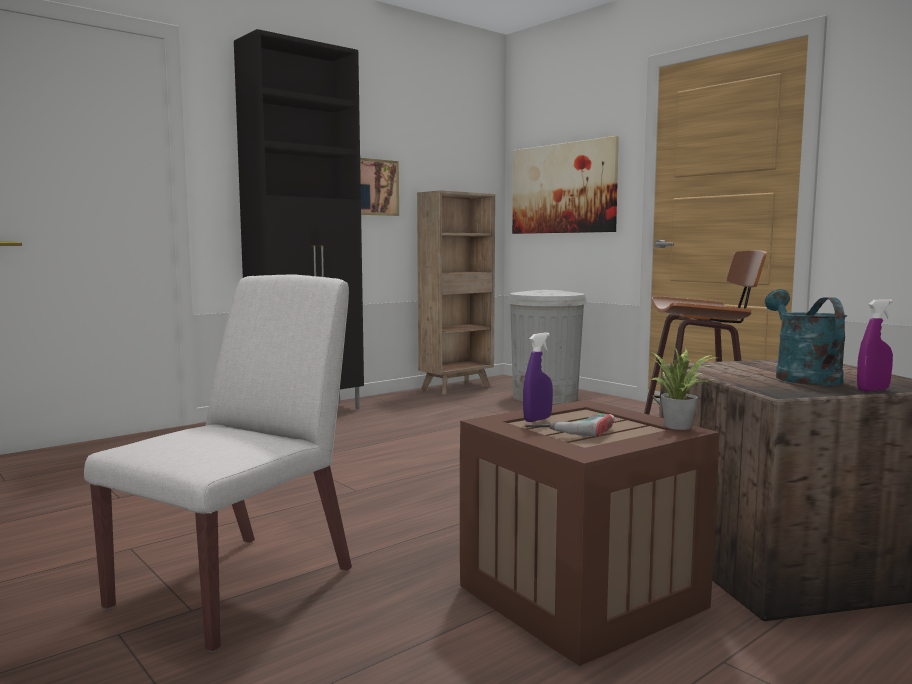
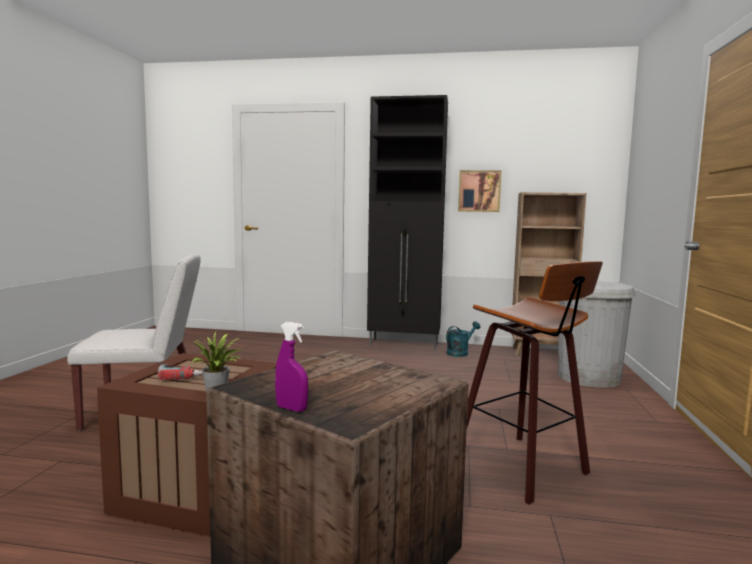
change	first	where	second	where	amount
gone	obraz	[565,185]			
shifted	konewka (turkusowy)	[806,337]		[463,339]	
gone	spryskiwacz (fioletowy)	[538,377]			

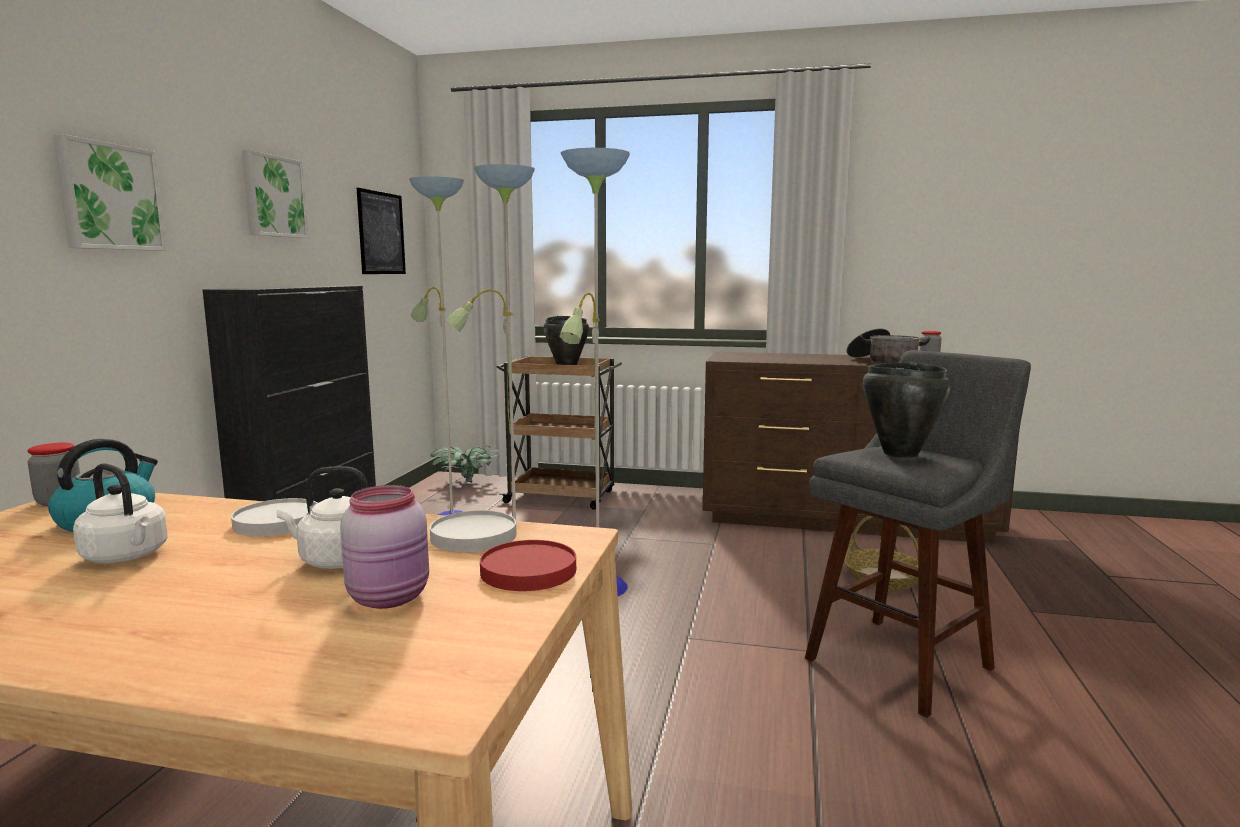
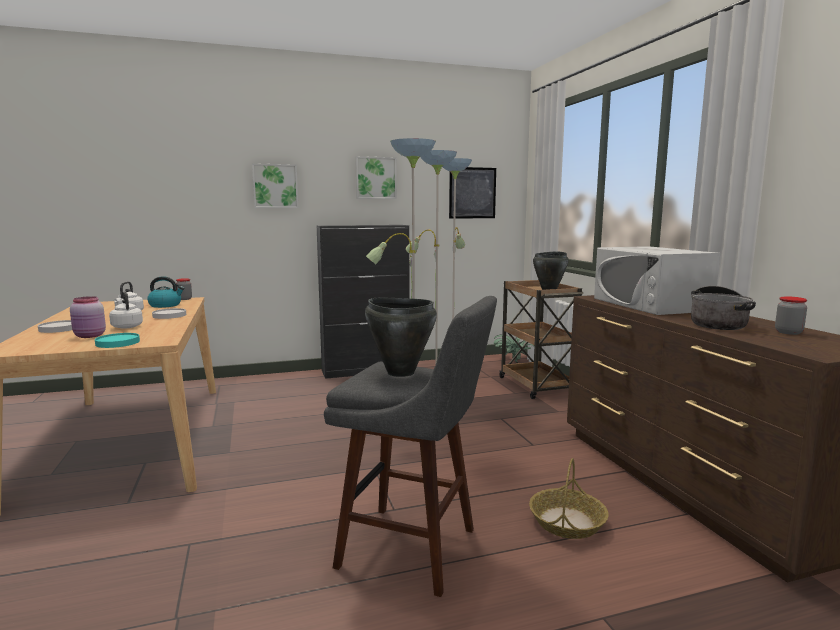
change	first	where	second	where	amount
shifted	talerz (biały)	[473,531]		[55,326]	
repainted	talerz (czerwony)	[528,565]	talerz (turkusowy)	[117,340]	
new			mikrofalówka (biały)	[657,280]	

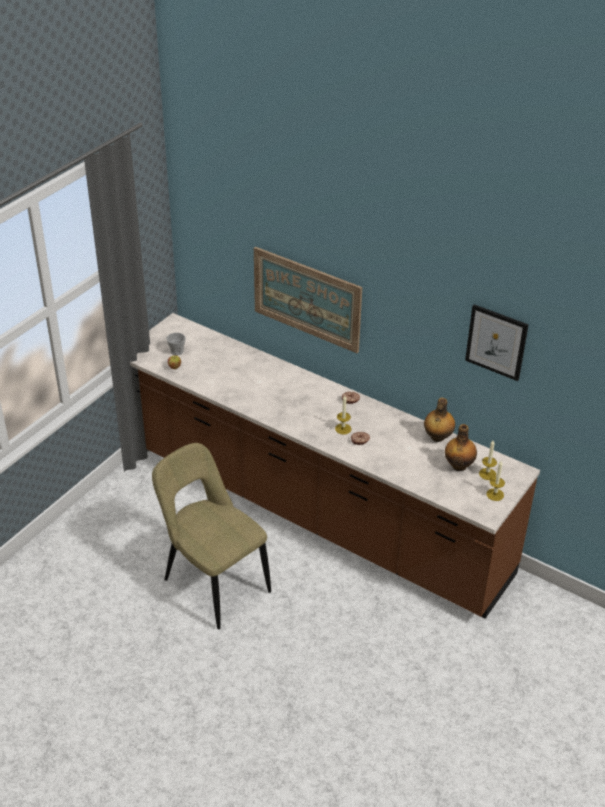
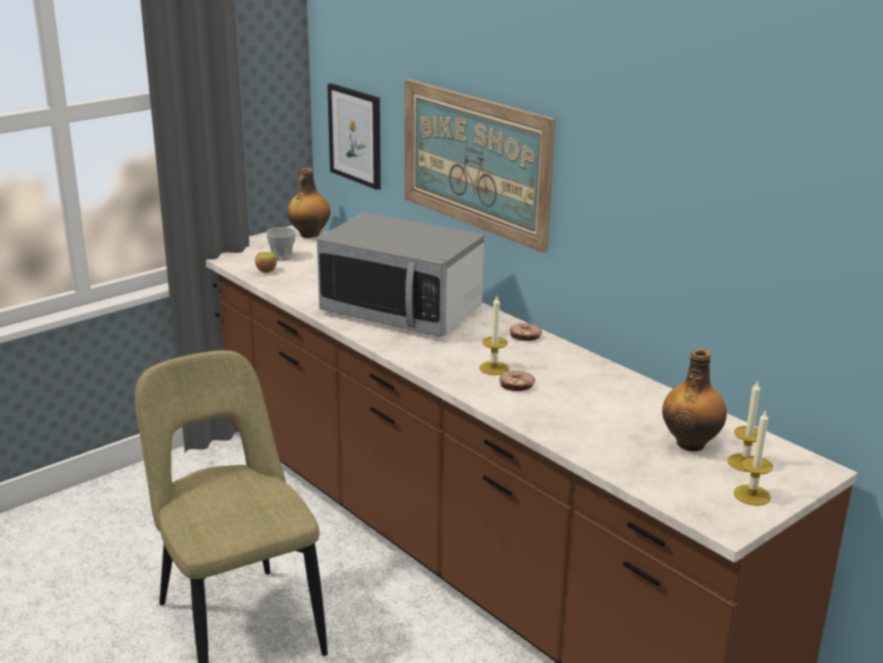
change	first	where	second	where	amount
shifted	obraz	[497,342]		[354,136]	
shifted	butelka	[439,420]		[308,203]	
new			mikrofalówka	[400,274]	

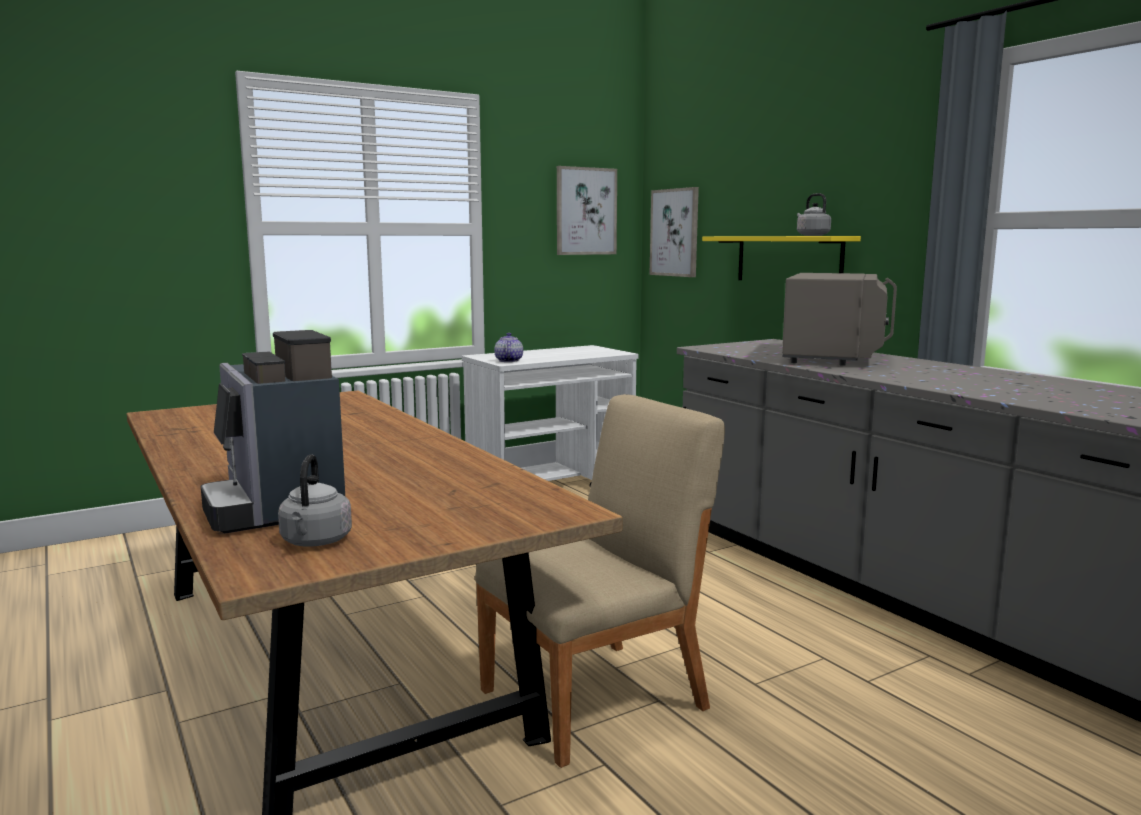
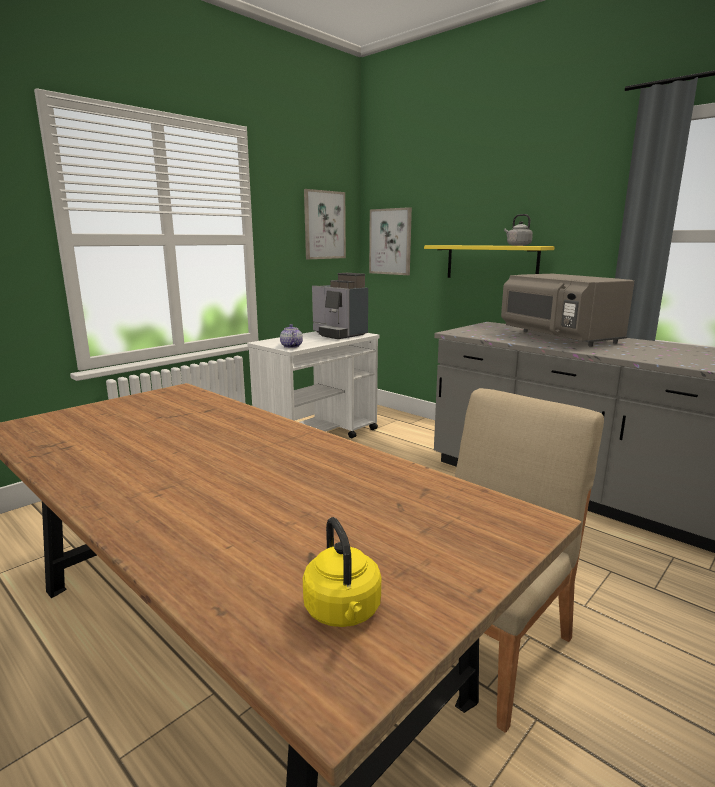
change	first	where	second	where	amount
rotated	mikrofalówka (szary)	[839,319]		[567,310]	150 degrees clockwise
shifted	ekspres do kawy	[273,431]		[340,306]	
repainted	czajnik (szary)	[315,500]	czajnik (żółty)	[342,572]	

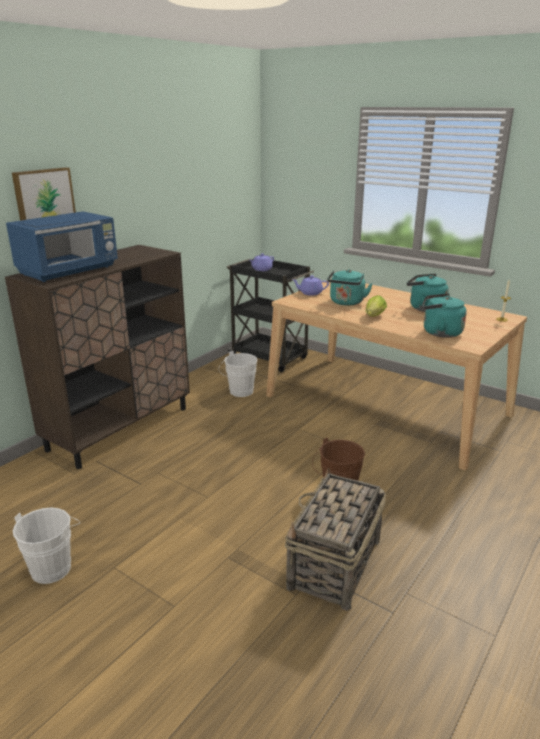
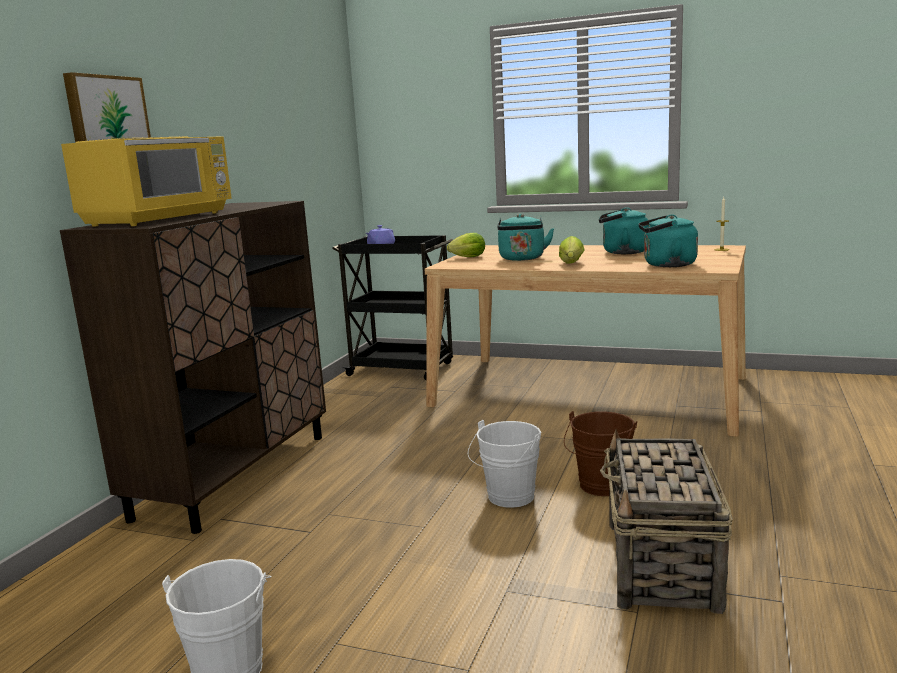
change	first	where	second	where	amount
repainted	mikrofalówka (niebieski)	[62,246]	mikrofalówka (żółty)	[146,181]	
swapped	imbryk (fioletowy)	[310,285]	sałata	[466,245]	
shifted	wiadro (biały)	[238,374]		[504,464]	

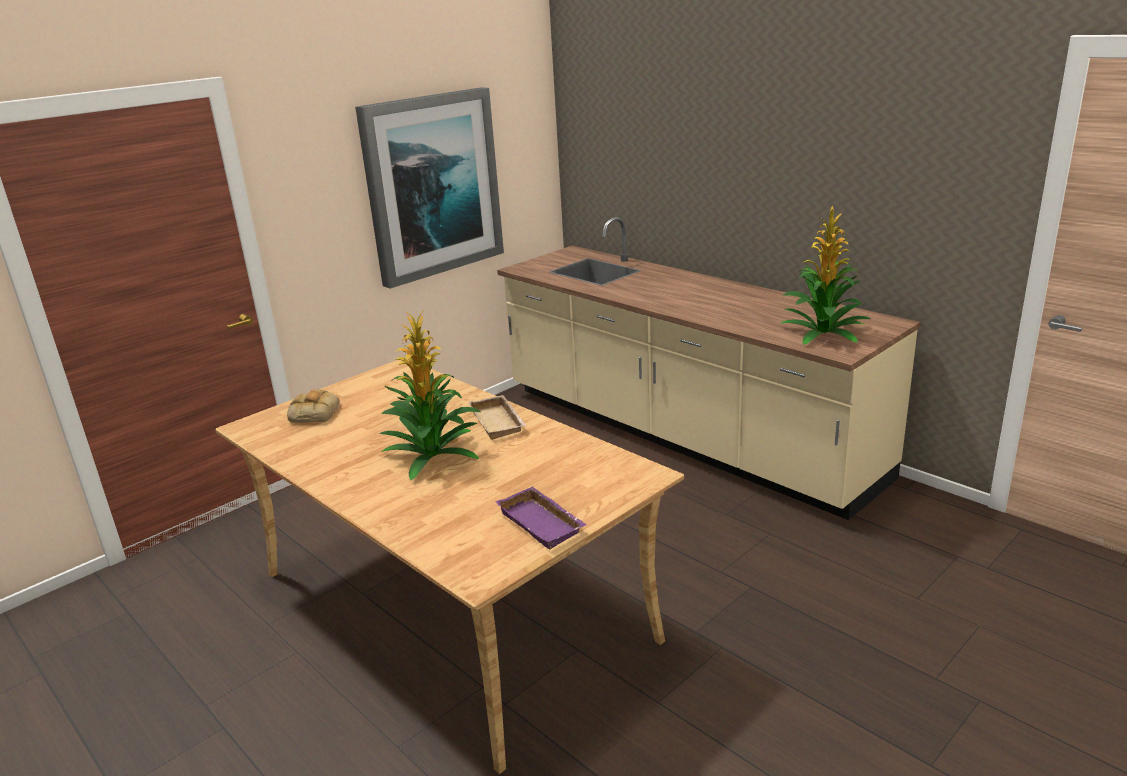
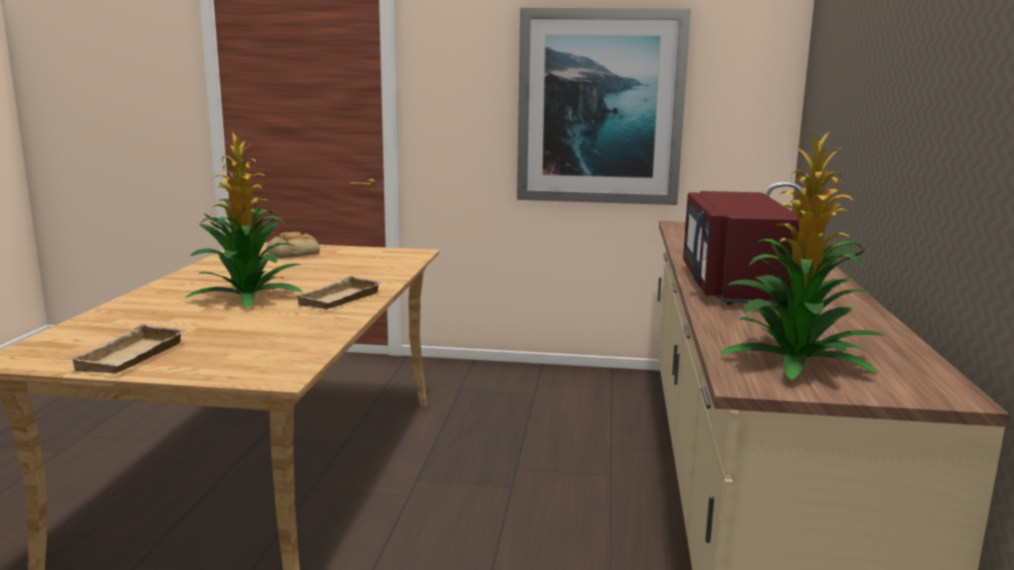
change	first	where	second	where	amount
repainted	taca (fioletowy)	[541,517]	taca (beżowy)	[127,348]	
new			mikrofalówka (czerwony)	[741,248]	

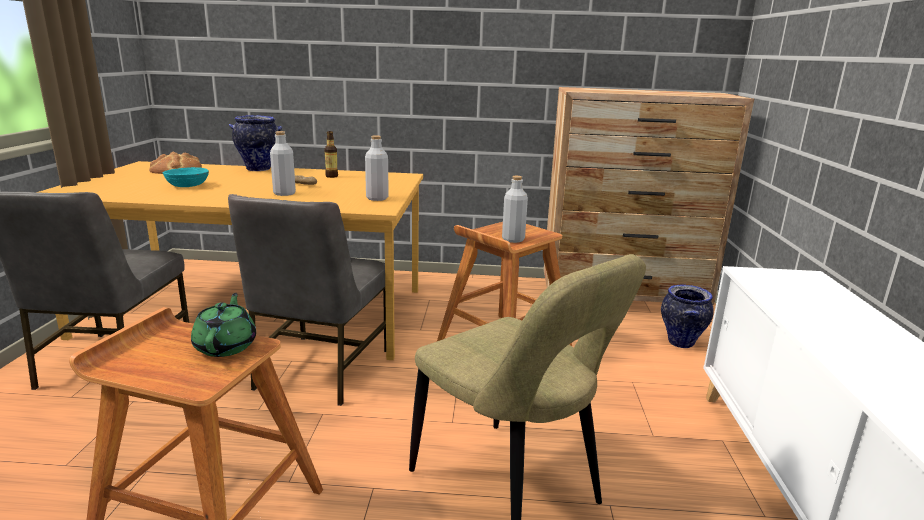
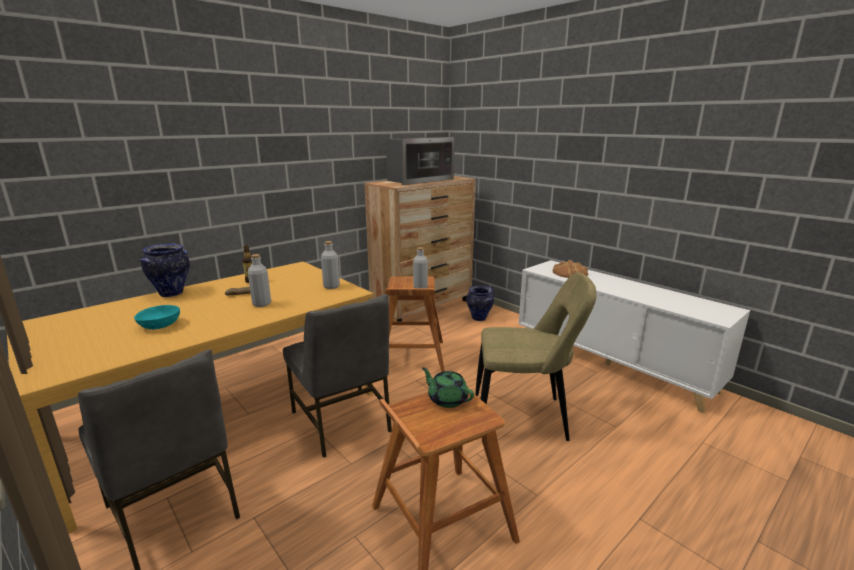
change	first	where	second	where	amount
shifted	chleb	[175,163]		[570,269]	
new			mikrofalówka	[420,161]	

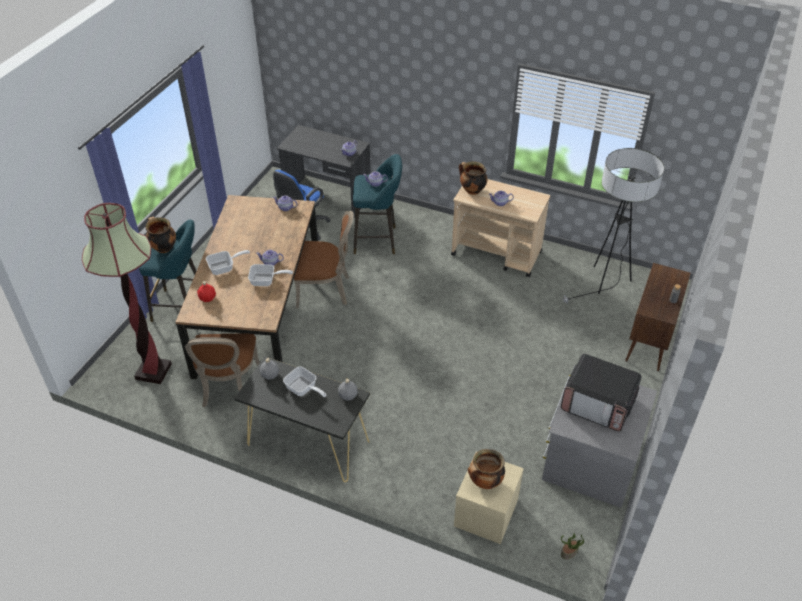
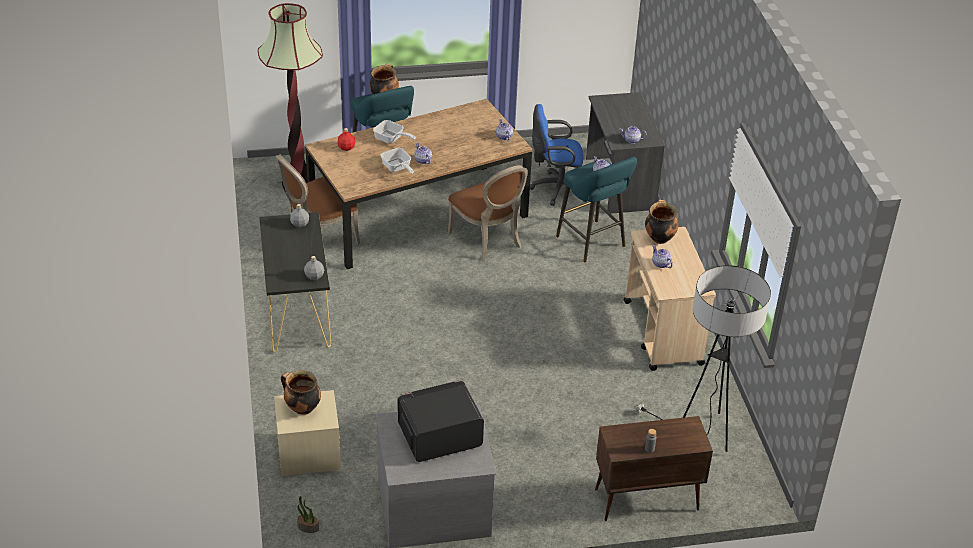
change	first	where	second	where	amount
rotated	mikrofalówka	[601,392]		[440,421]	75 degrees clockwise
gone	patelnia	[304,382]			

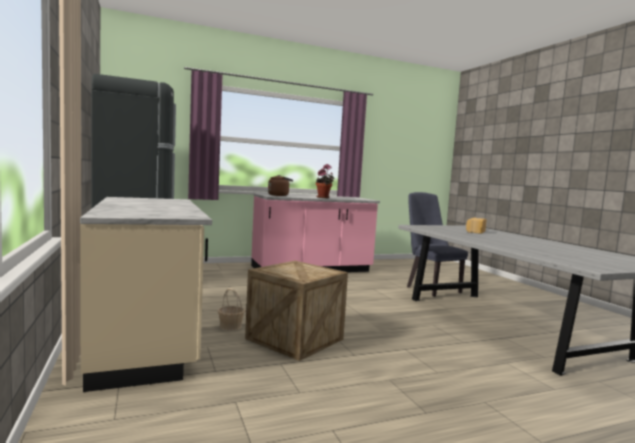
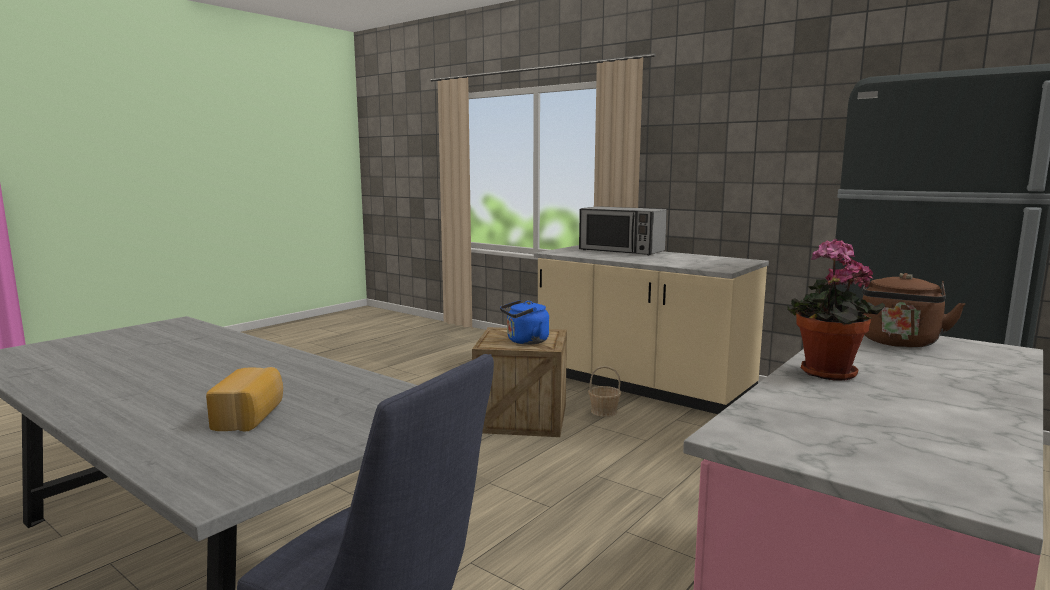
change	first	where	second	where	amount
new			mikrofalówka	[623,230]	
new			czajnik (niebieski)	[524,322]	

